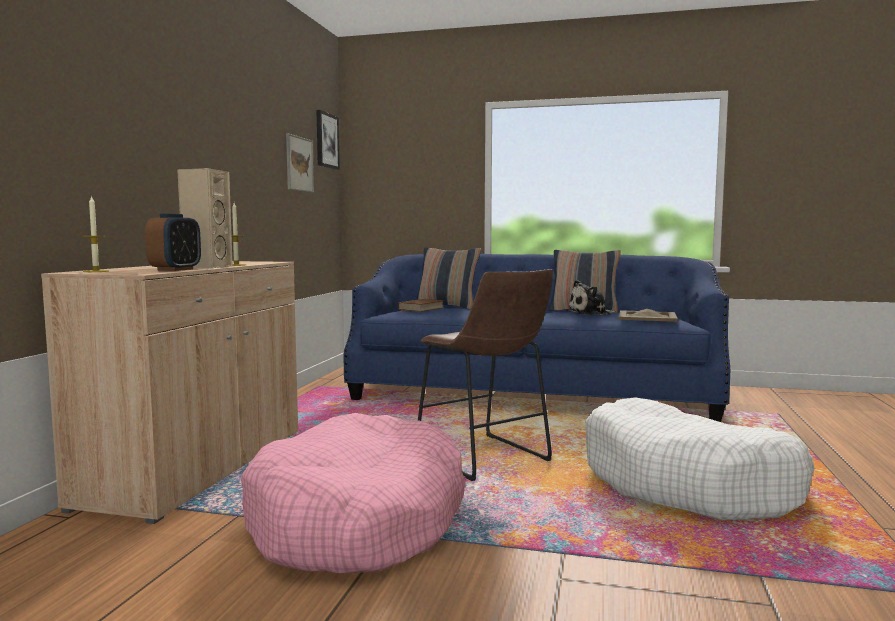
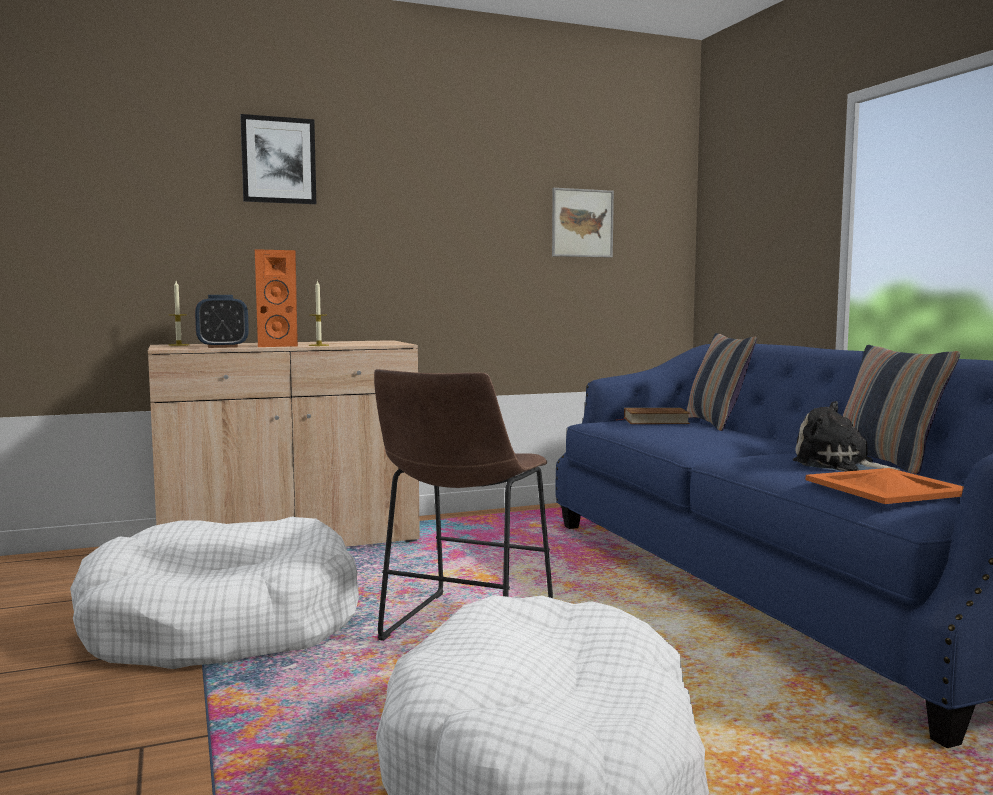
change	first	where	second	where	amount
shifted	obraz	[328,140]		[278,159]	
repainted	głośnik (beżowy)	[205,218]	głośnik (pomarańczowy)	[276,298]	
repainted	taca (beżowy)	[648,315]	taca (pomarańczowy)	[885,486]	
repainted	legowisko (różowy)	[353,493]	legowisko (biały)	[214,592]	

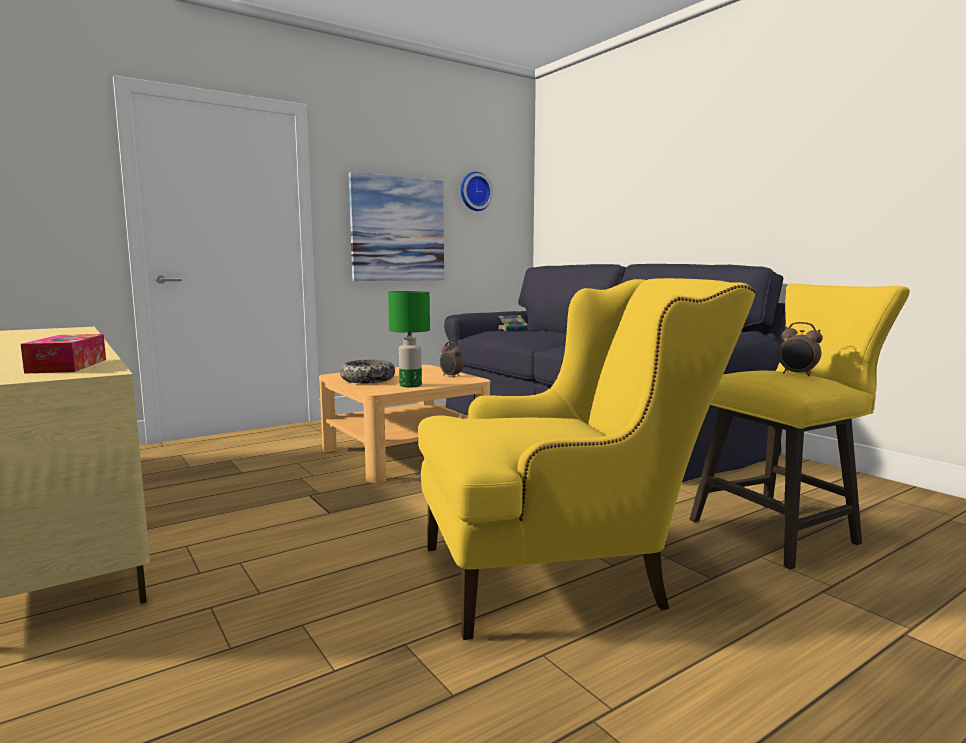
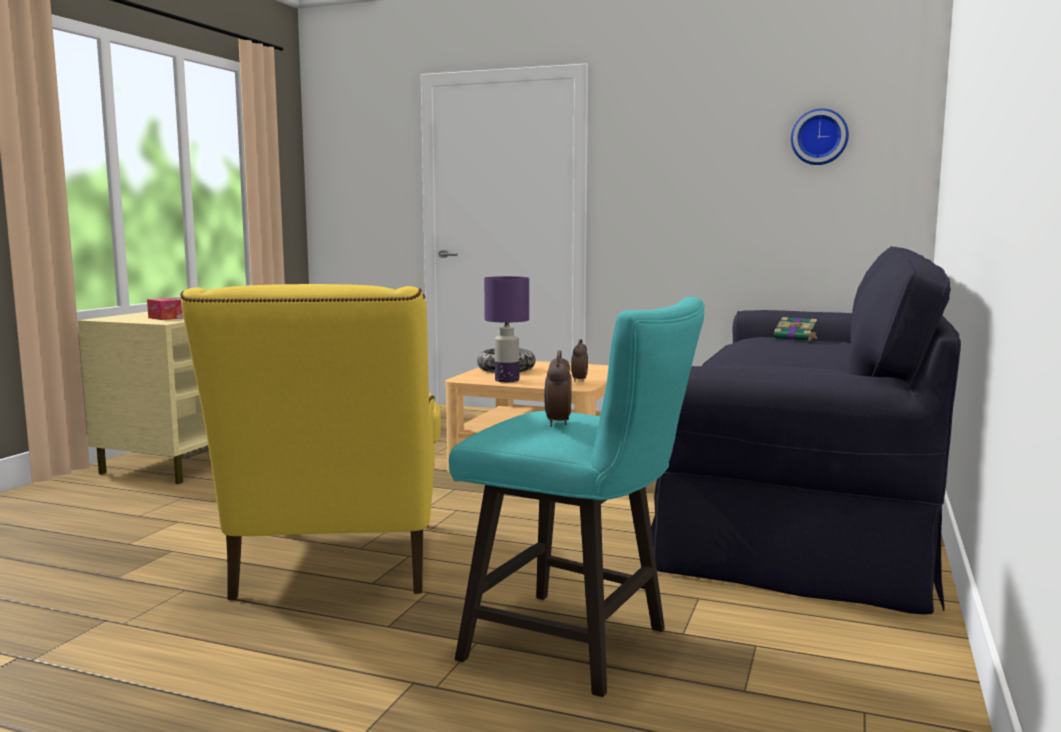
change	first	where	second	where	amount
gone	obraz	[396,226]			
rotated	fotel (żółty)	[587,459]		[310,442]	45 degrees clockwise
repainted	stołek (żółty)	[800,426]	stołek (turkusowy)	[577,497]	
repainted	lampa stołowa (zielony)	[409,339]	lampa stołowa (fioletowy)	[506,329]	

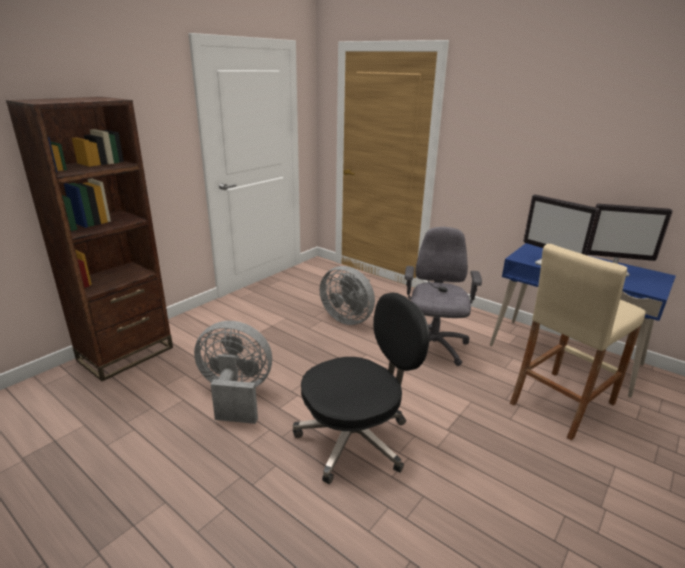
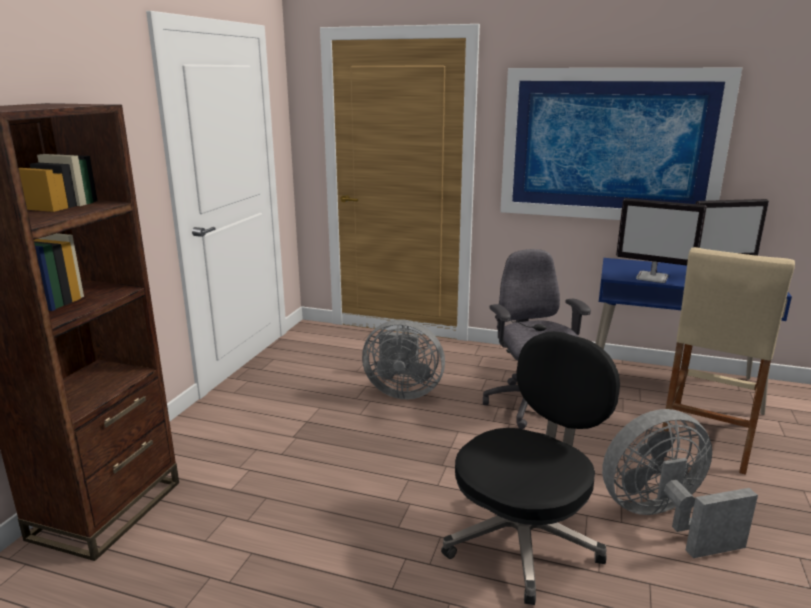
change	first	where	second	where	amount
shifted	wentylator (szary)	[233,372]		[680,483]	
new			obraz	[621,144]	

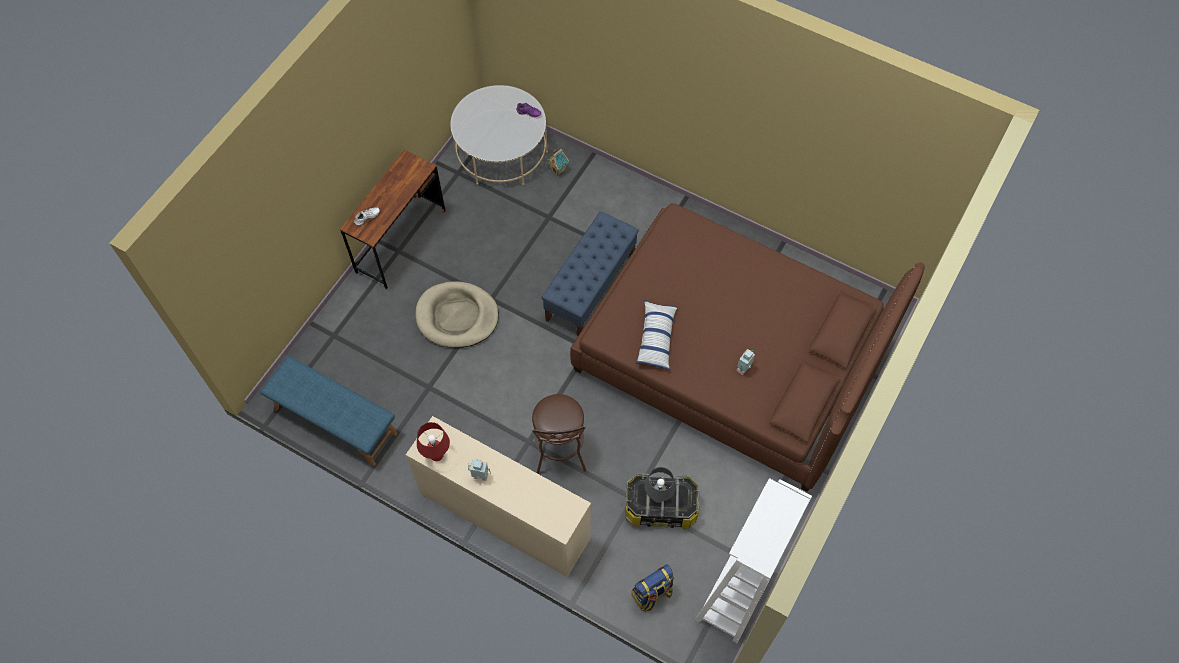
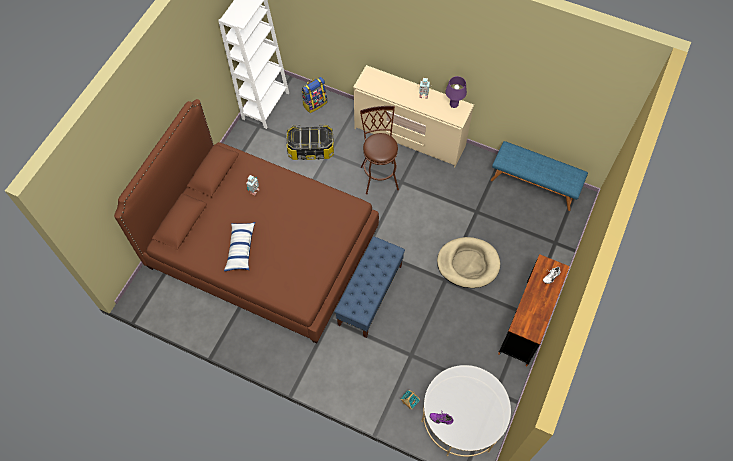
change	first	where	second	where	amount
shifted	poduszka	[657,335]		[240,246]	
repainted	lampa stołowa (czerwony)	[433,441]	lampa stołowa (fioletowy)	[456,92]	
gone	lampa stołowa (szary)	[660,485]			

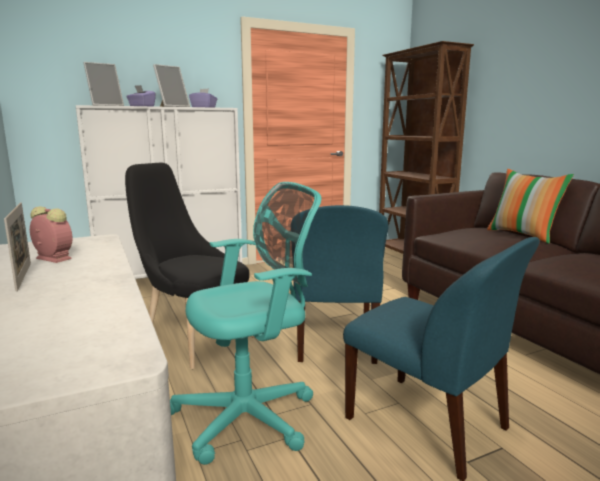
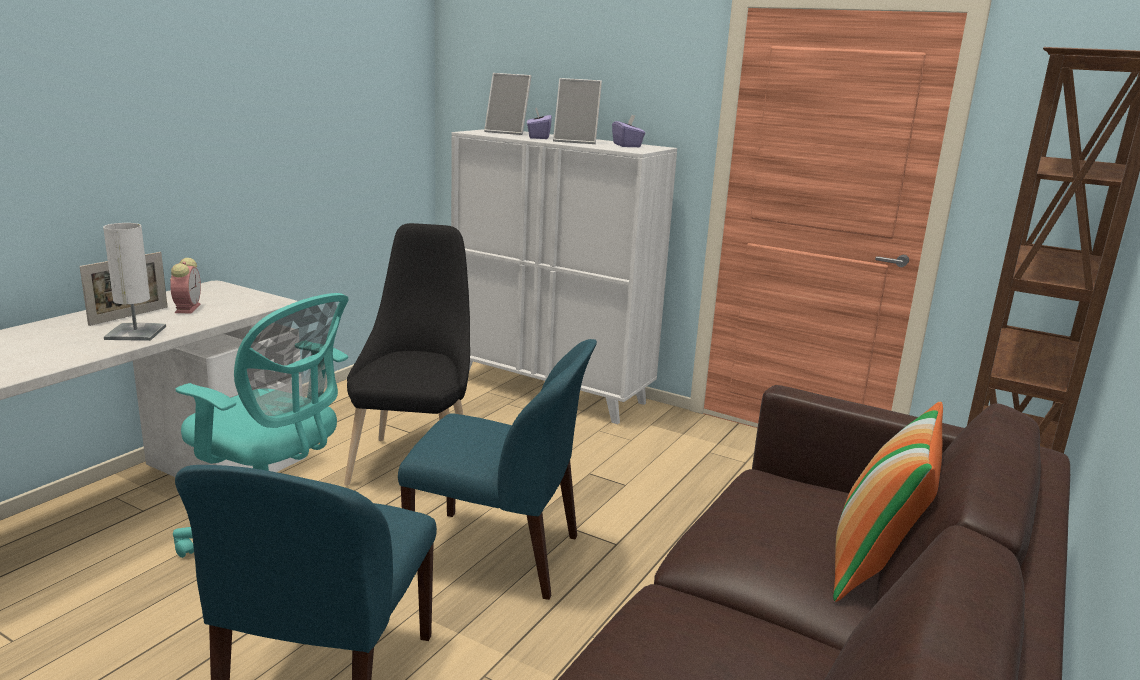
change	first	where	second	where	amount
rotated	krzesło (niebieski)	[340,284]		[497,469]	135 degrees counterclockwise
new			lampa stołowa (biały)	[134,282]	

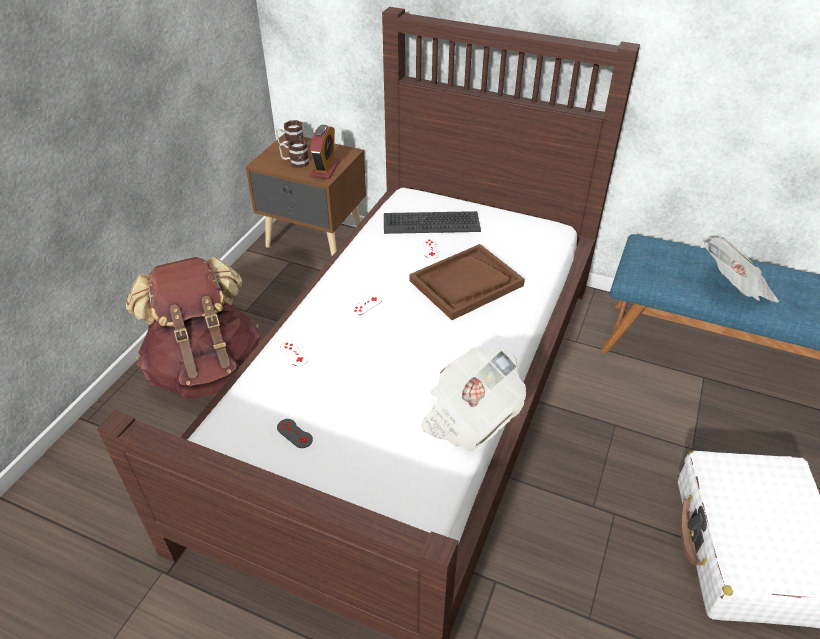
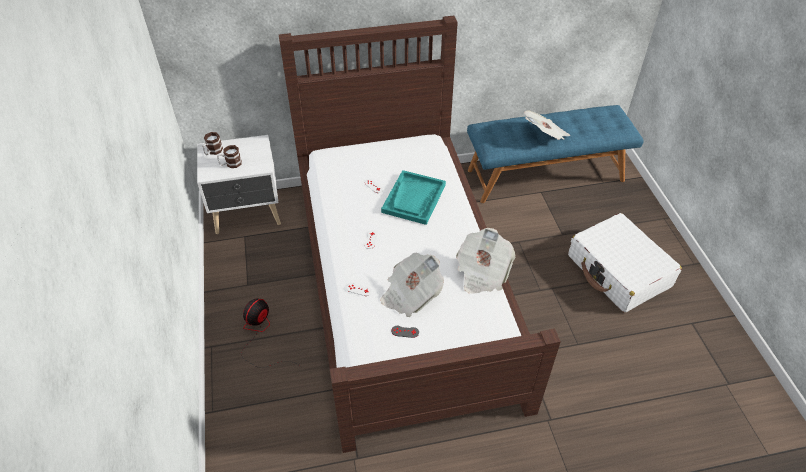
change	first	where	second	where	amount
gone	budzik	[324,152]			
repainted	szafka nocna (brązowy)	[306,194]	szafka nocna (biały)	[239,184]	
gone	klawiatura	[432,222]			
repainted	taca (brązowy)	[467,282]	taca (turkusowy)	[413,197]	
swapped	plecak (brązowy)	[193,328]	wentylator	[270,332]	
new			gazeta	[412,284]	

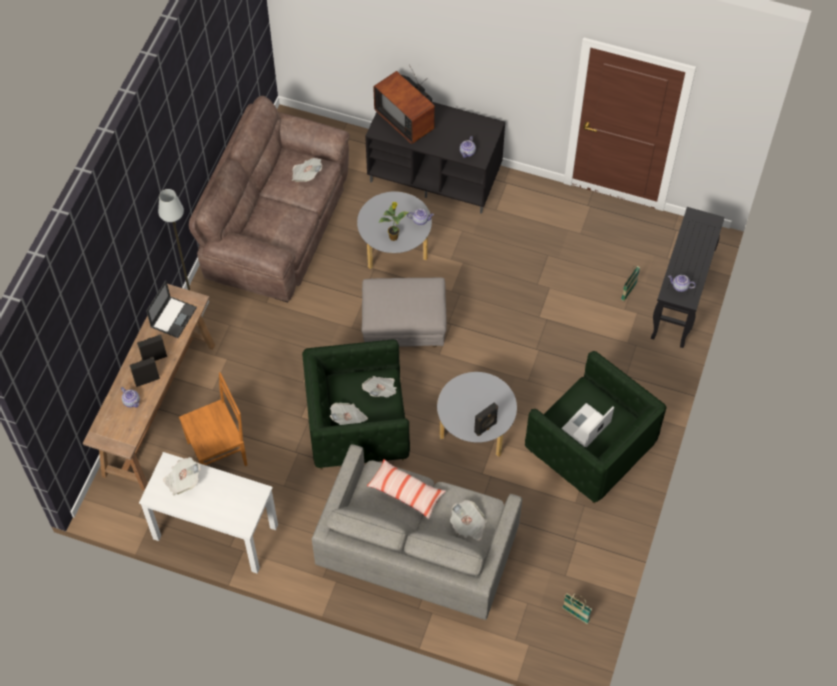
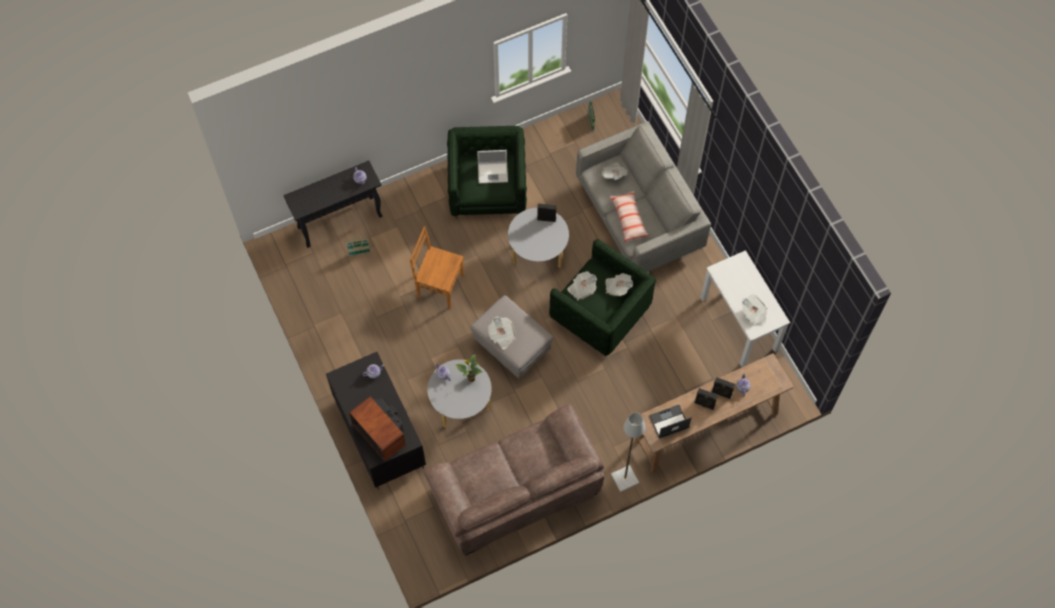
change	first	where	second	where	amount
rotated	telewizor	[404,104]		[377,428]	135 degrees clockwise
shifted	gazeta	[307,170]		[502,332]	
shifted	krzesło (brązowy)	[213,419]		[437,267]	

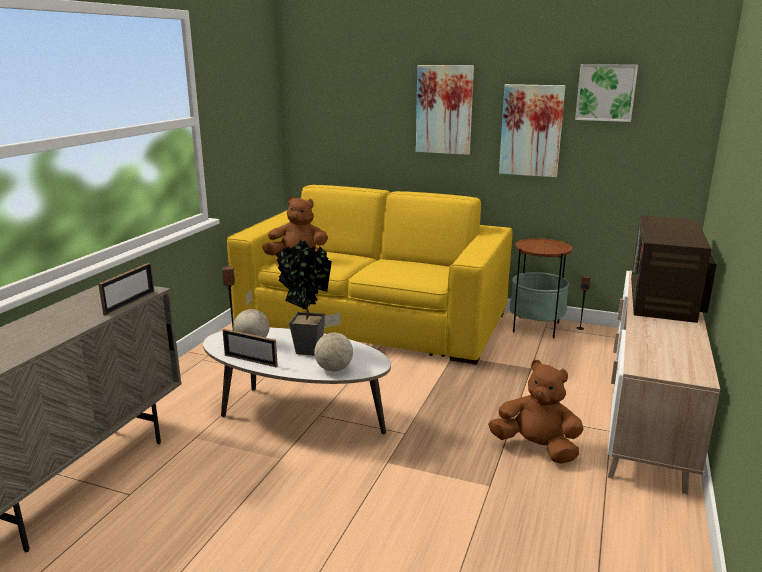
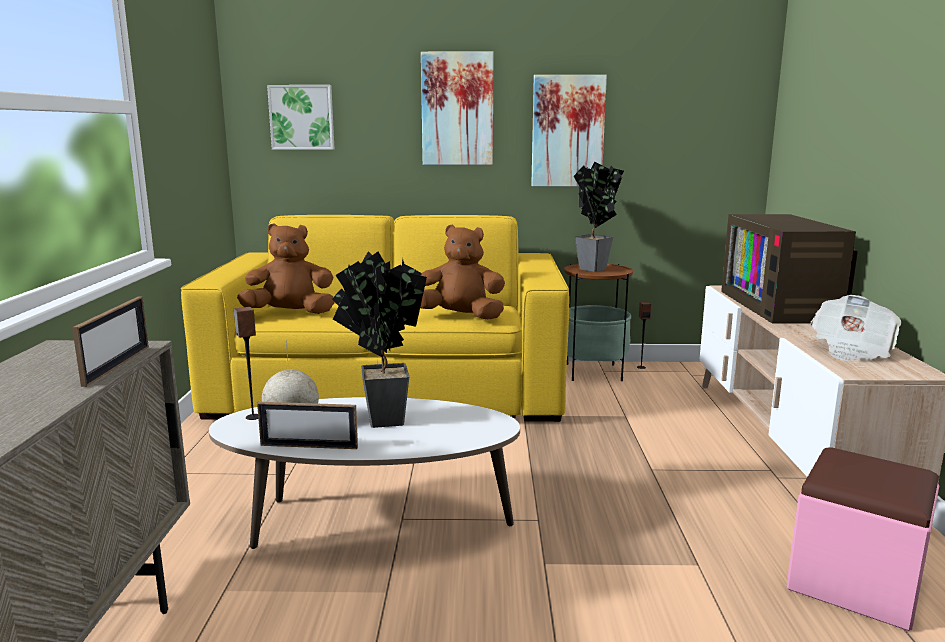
change	first	where	second	where	amount
shifted	obraz	[606,93]		[301,117]	
gone	globus	[333,342]			
shifted	pluszak (brązowy)	[536,412]		[462,272]	
new			roślina doniczkowa	[598,217]	
new			gazeta	[856,328]	
new			pufa (różowy)	[862,539]	

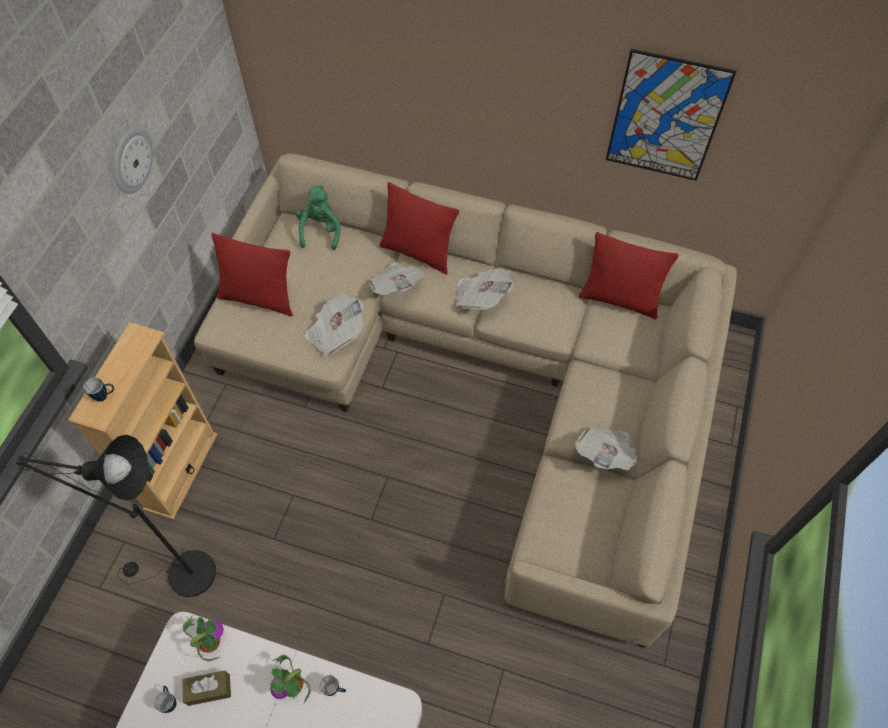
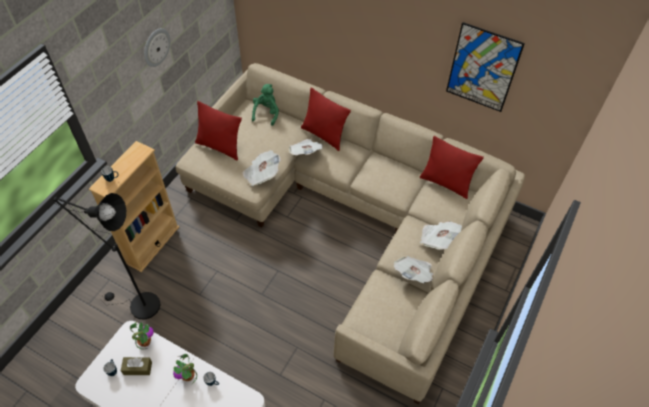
change	first	where	second	where	amount
shifted	gazeta	[484,289]		[441,235]	

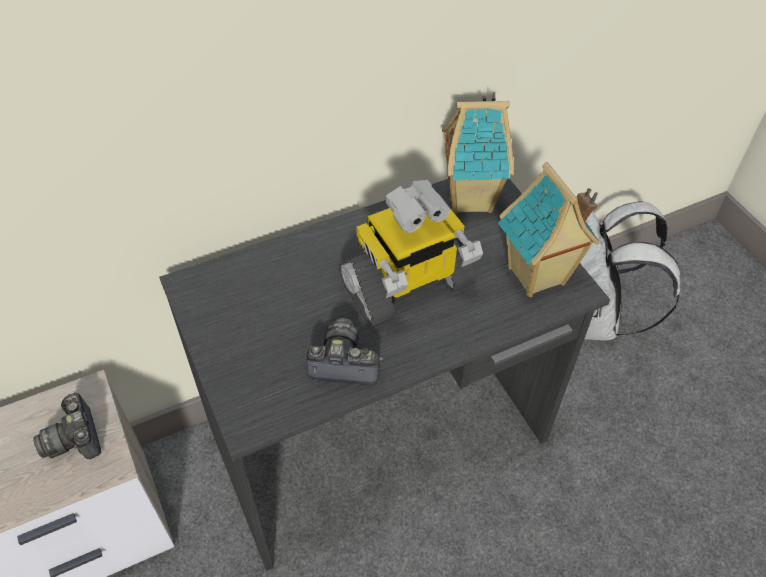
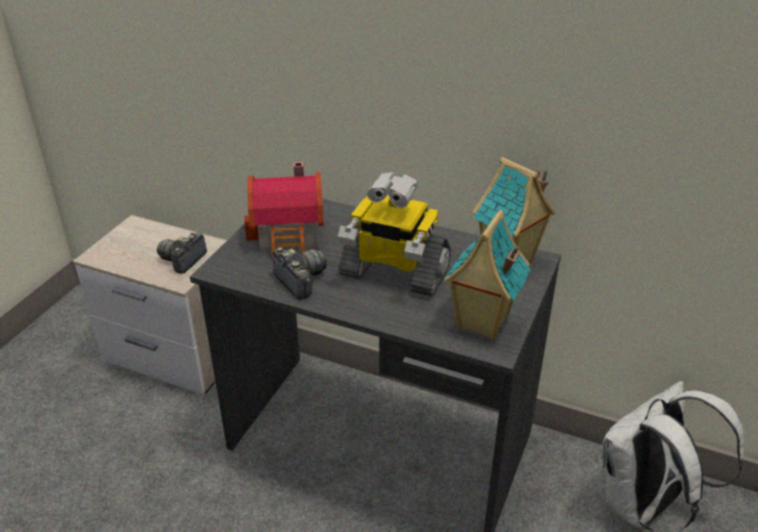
change	first	where	second	where	amount
new			domek	[284,211]	

